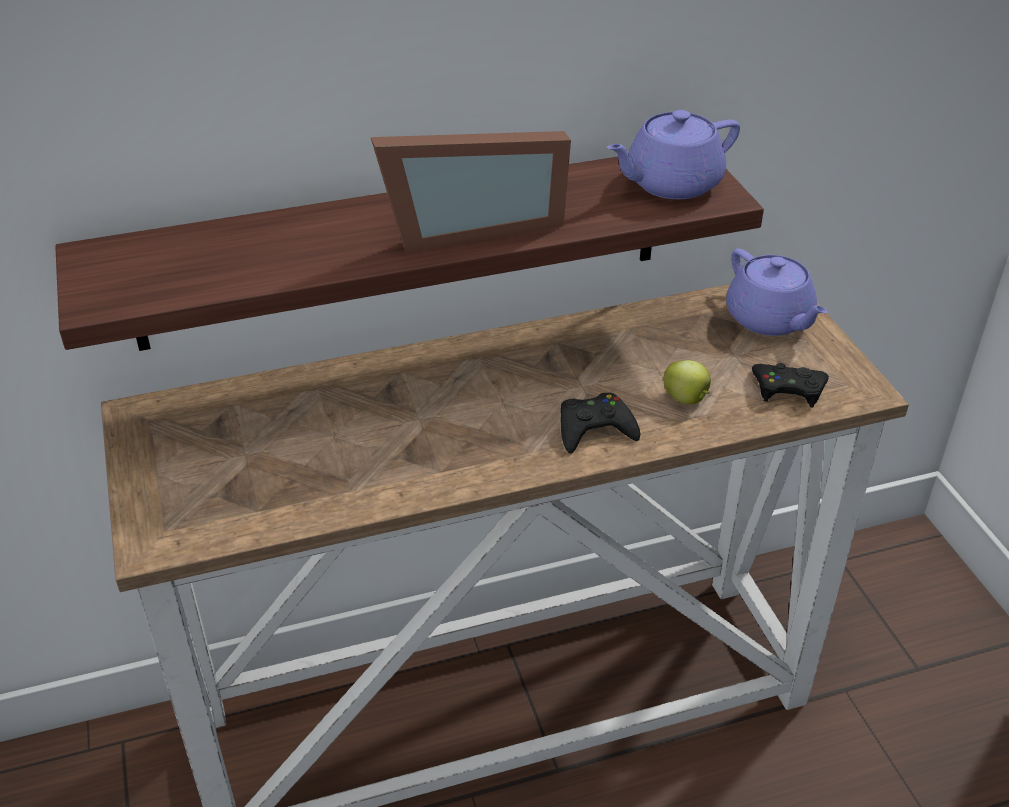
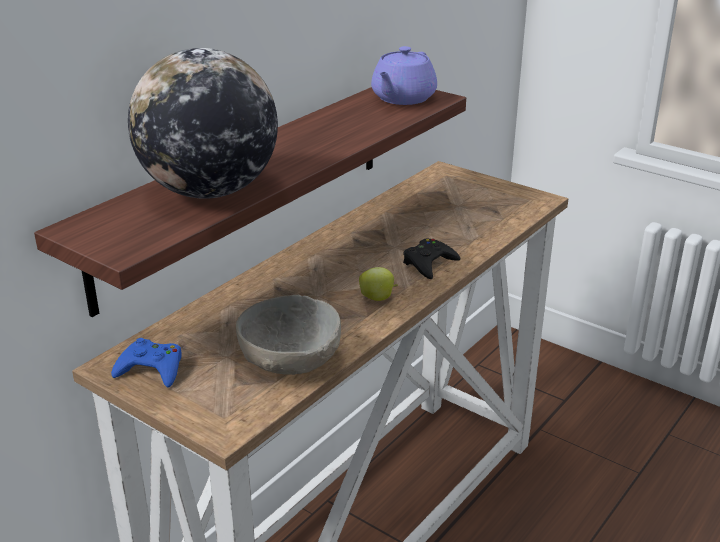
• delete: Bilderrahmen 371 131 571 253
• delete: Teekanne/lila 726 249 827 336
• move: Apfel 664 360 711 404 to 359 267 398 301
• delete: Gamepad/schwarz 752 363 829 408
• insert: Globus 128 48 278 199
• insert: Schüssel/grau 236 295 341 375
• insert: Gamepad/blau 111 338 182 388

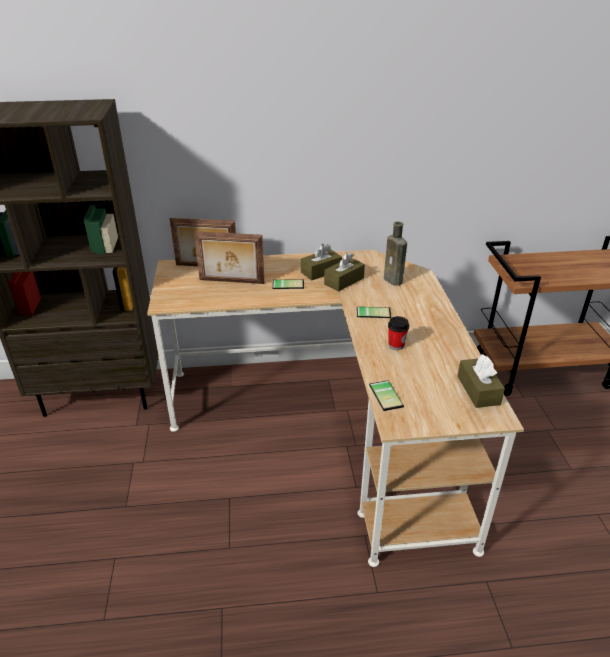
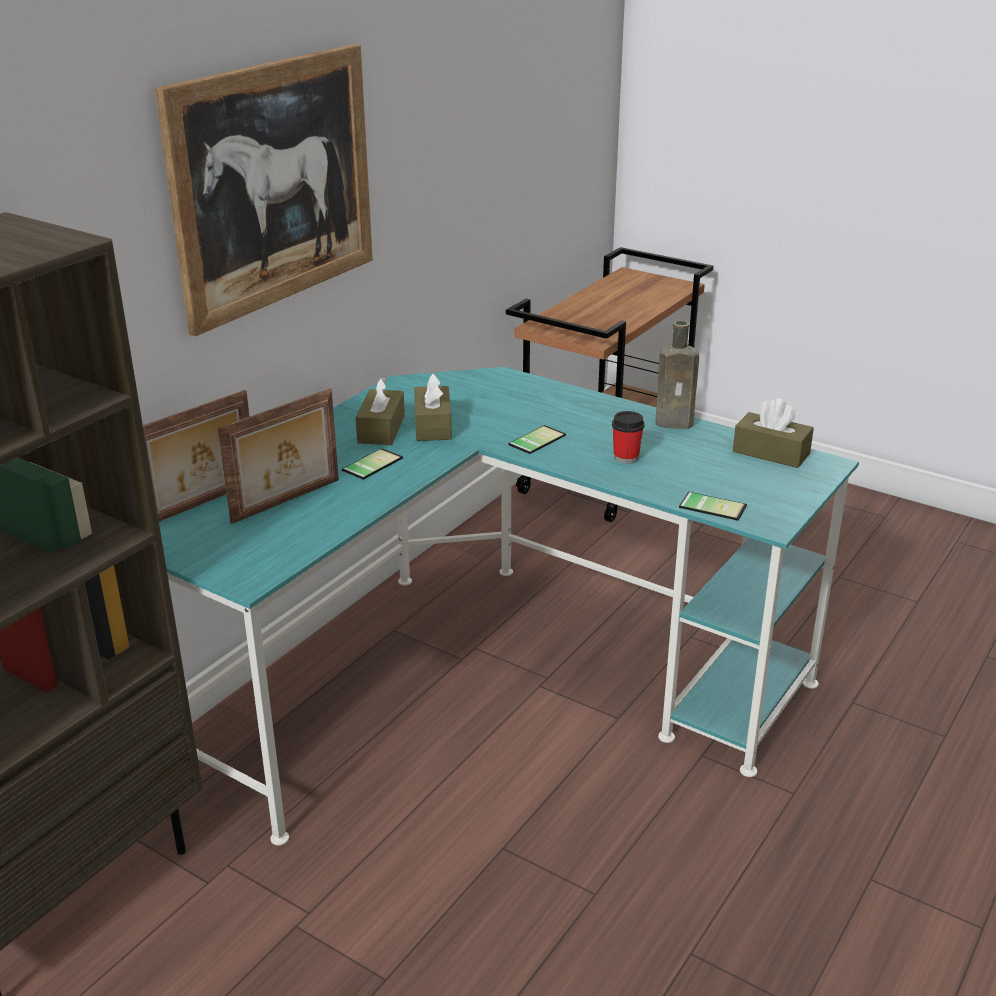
• move: Flasche/braun 384 222 407 286 to 656 320 699 429
• recolor: Schreibtisch/beige 147 250 524 567 to Schreibtisch/türkis 159 367 859 845
• insert: Bild 155 44 373 336

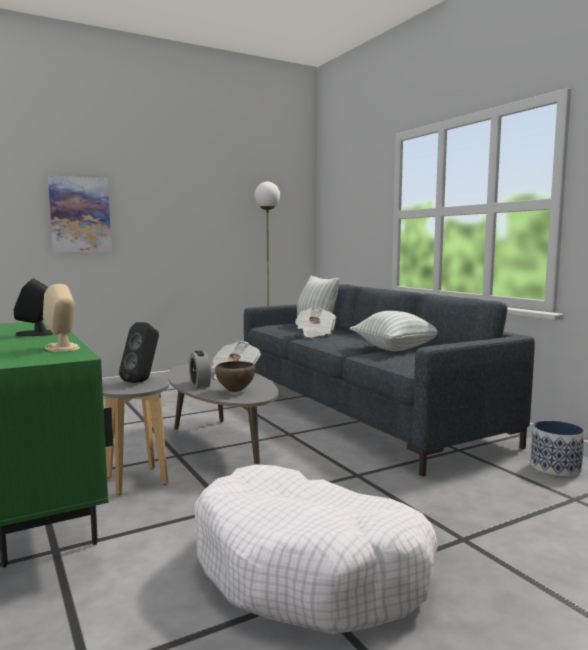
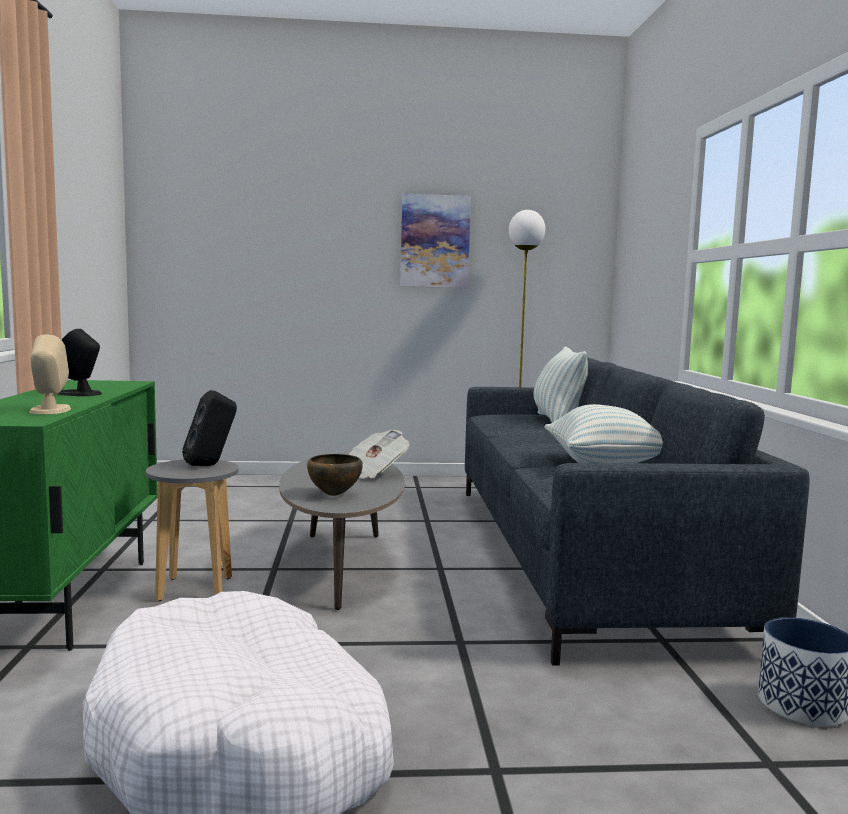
• move: Bild 48 175 111 253 to 400 194 471 288
• delete: Zeitung 295 307 336 337
• delete: Wecker 189 350 211 388

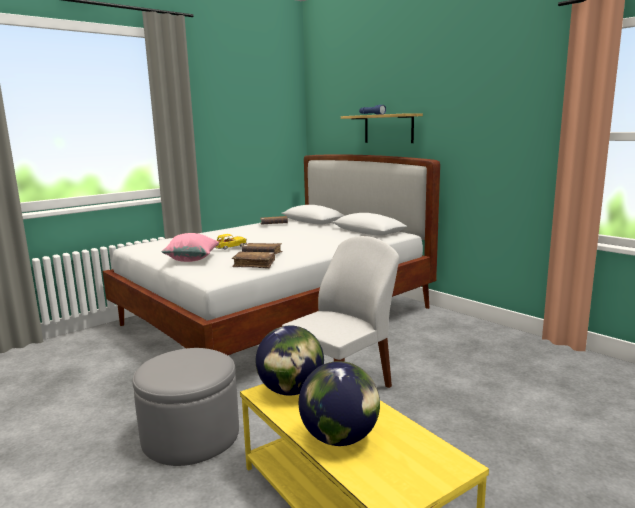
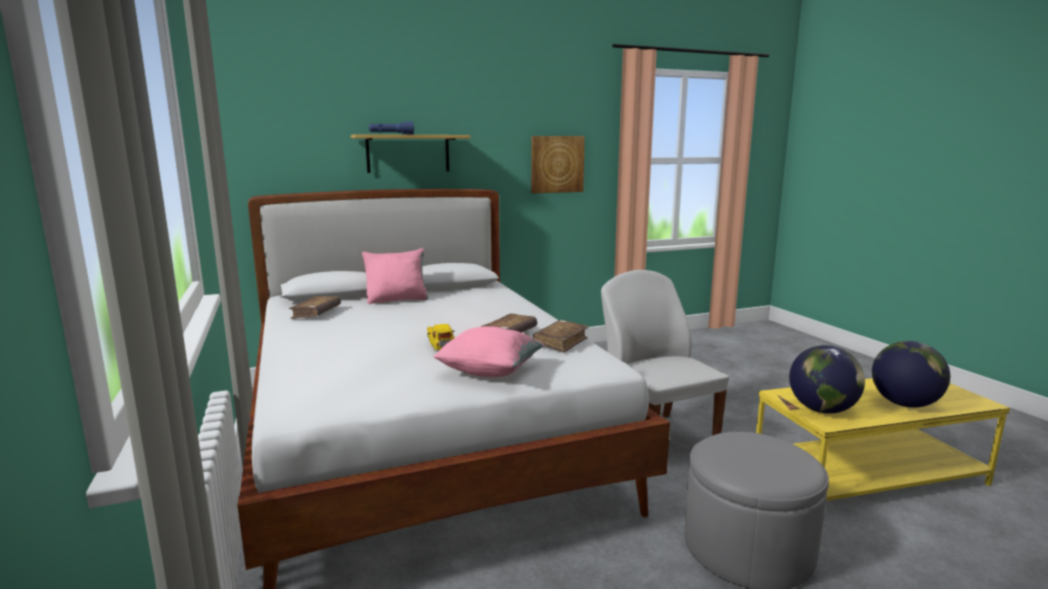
• insert: Bild 531 136 585 193
• insert: Kissen/rosa 362 248 429 304

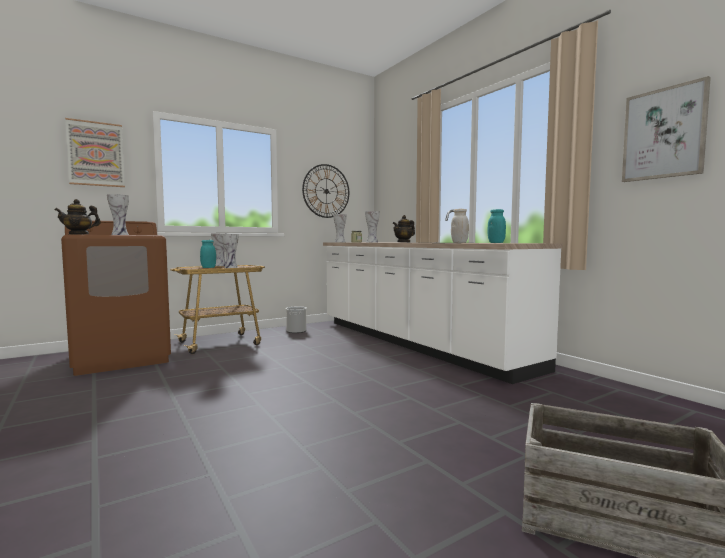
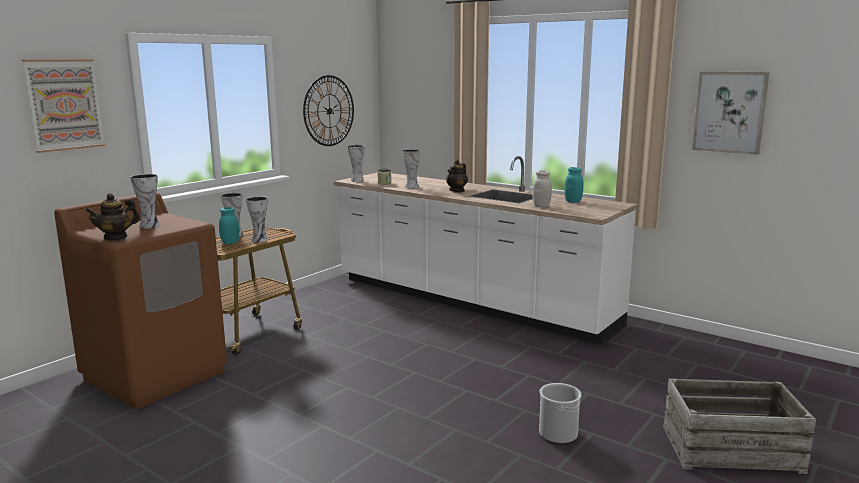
• move: Eimer 286 306 307 333 to 539 383 582 444

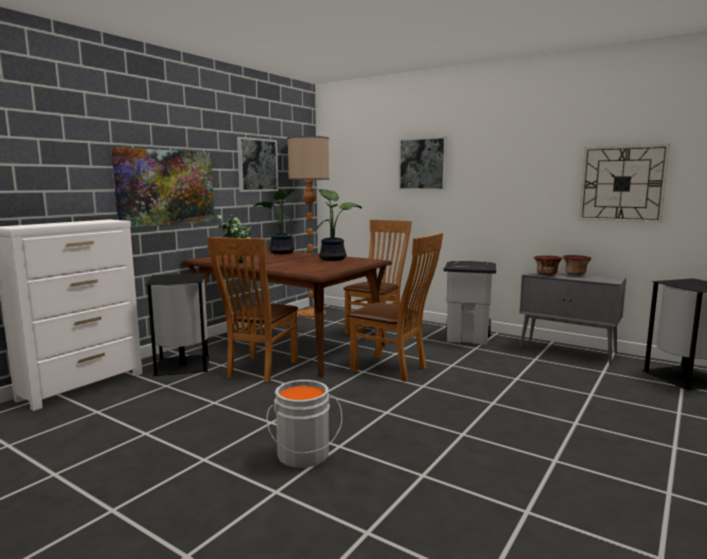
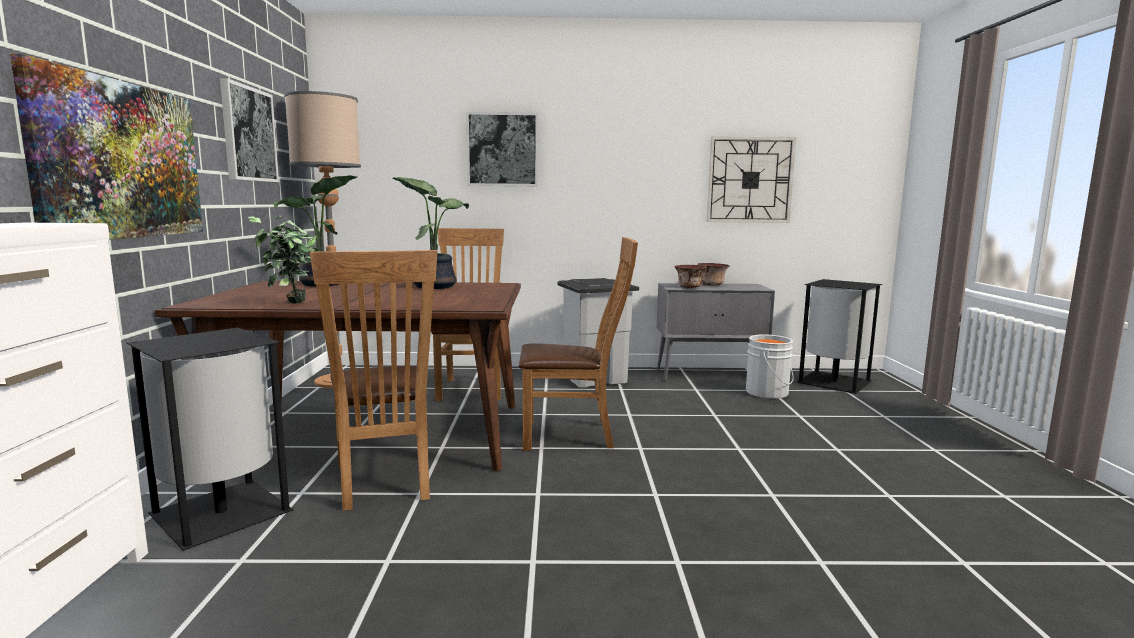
• move: Eimer/grau 266 380 342 468 to 746 334 794 399

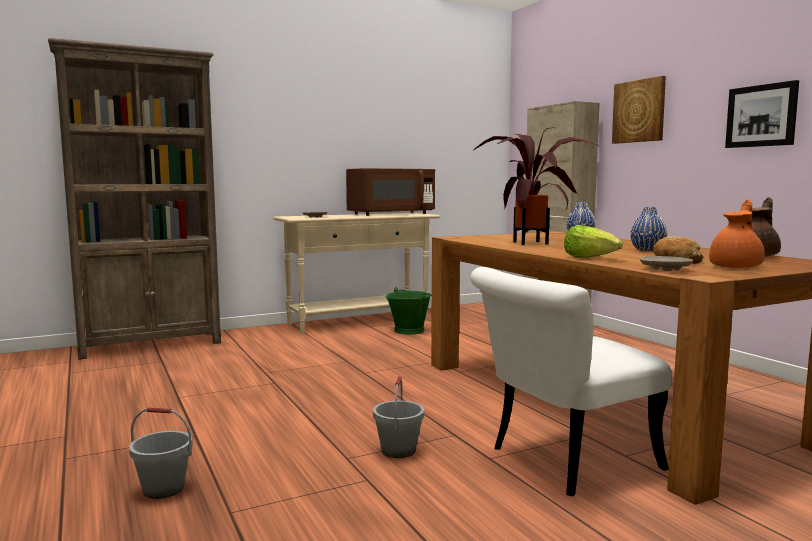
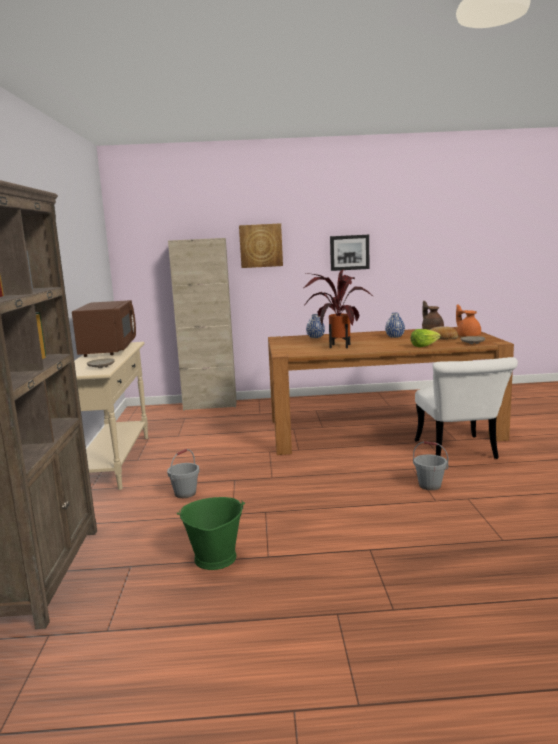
• move: Eimer/grün 386 287 432 335 to 177 497 245 570
• move: Eimer/grau 129 407 193 499 to 167 449 200 498

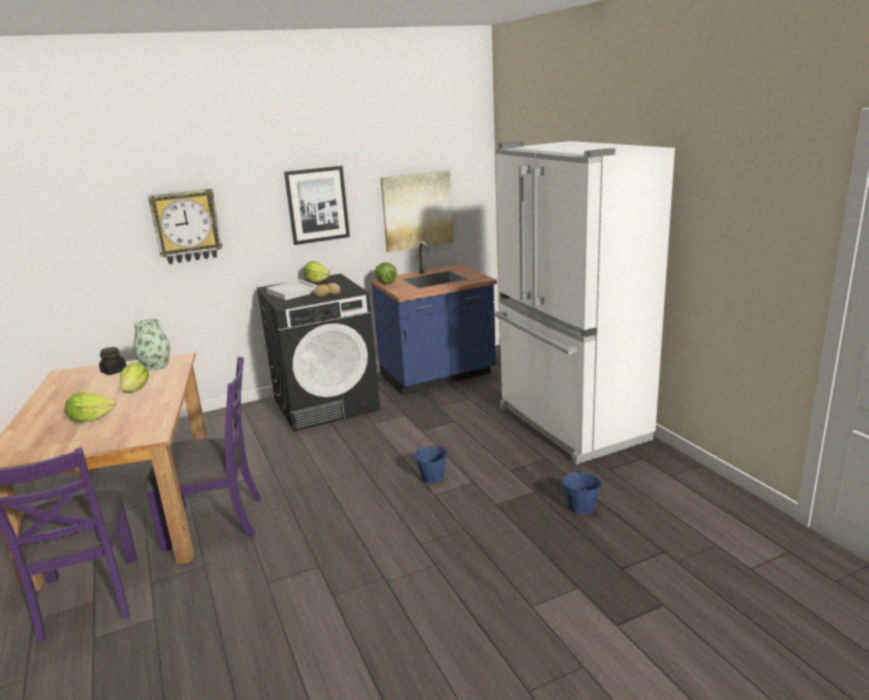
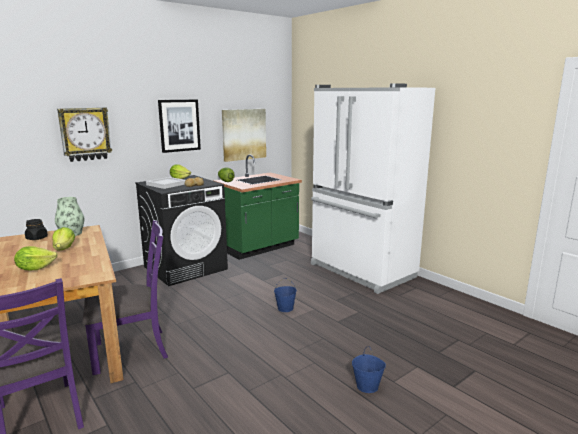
• recolor: Küchenzeile/blau 370 241 497 395 to Küchenzeile/grün 213 155 302 260
• move: Eimer/blau 562 462 602 514 to 352 346 386 393

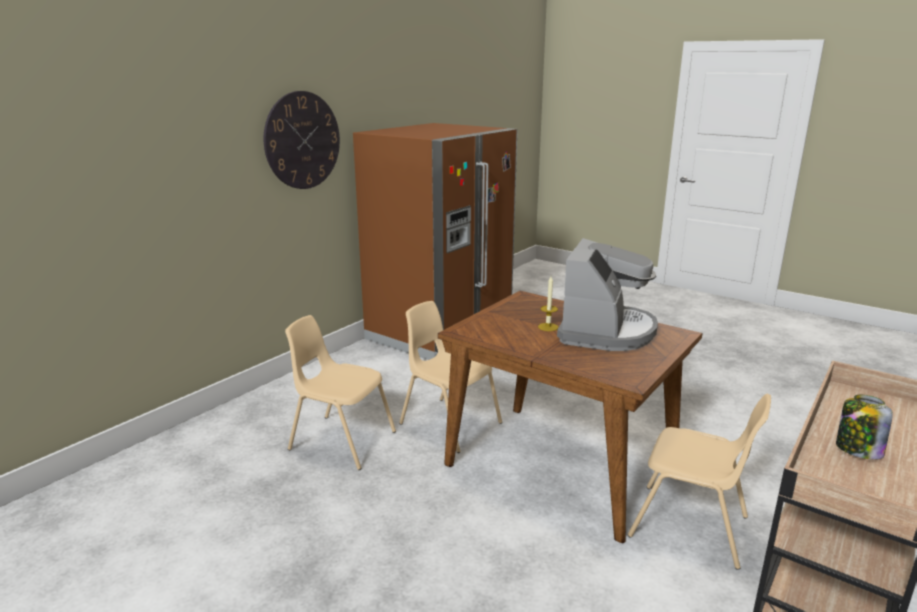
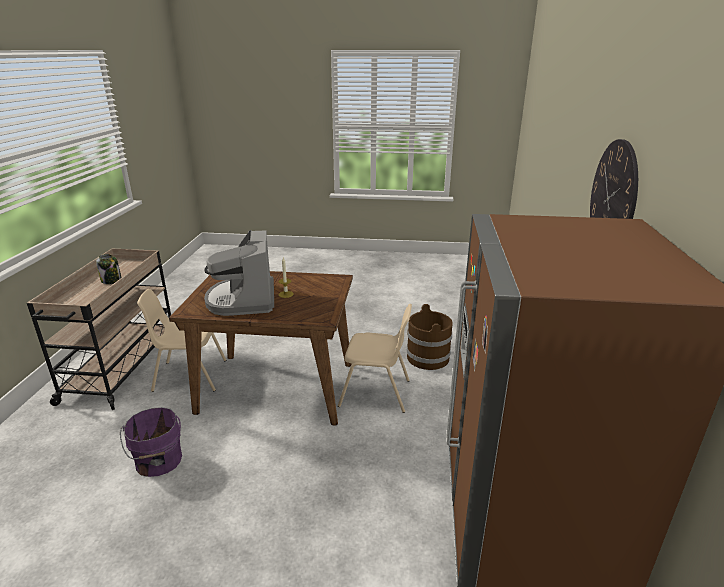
• replace: Stuhl/beige 285 315 396 470 to Eimer/braun 407 304 453 370
• insert: Eimer/lila 120 407 182 477

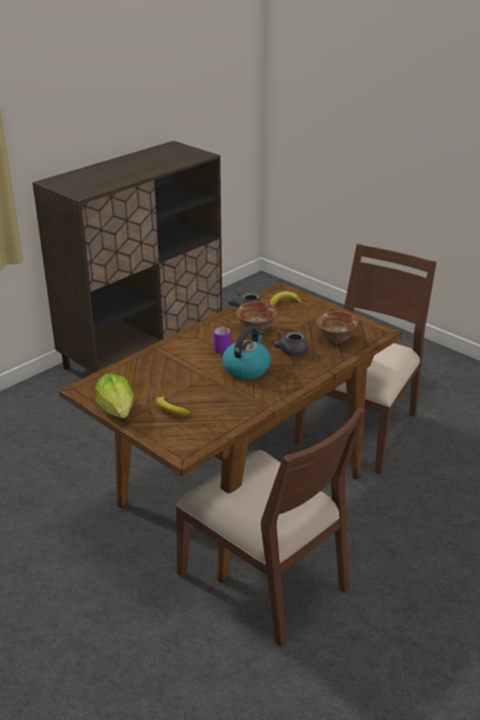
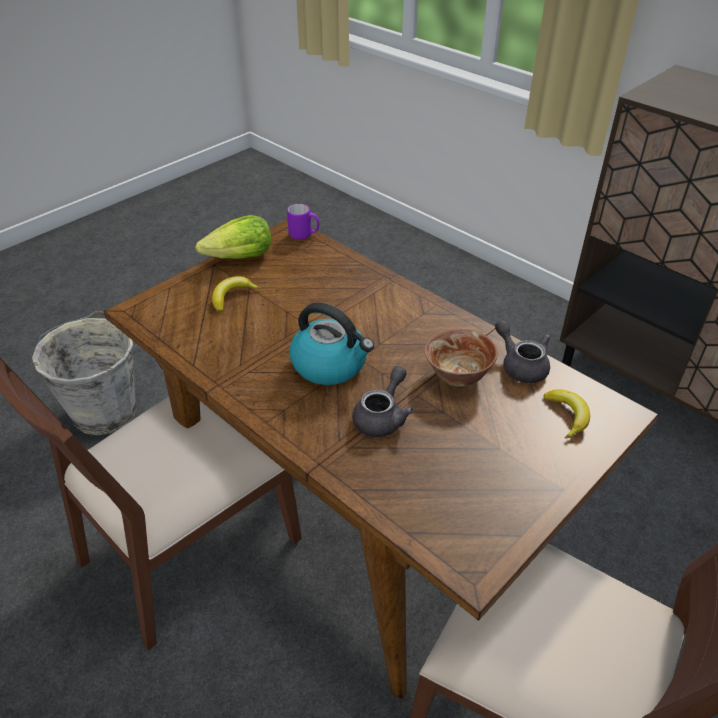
• delete: Schüssel 316 311 358 344
• move: Henkelbecher/lila 213 327 231 354 to 287 204 319 240
• rotate: Teekanne/grau 274 330 308 356 = 352 366 414 437 75 degrees clockwise
• insert: Eimer/grau 32 311 138 435

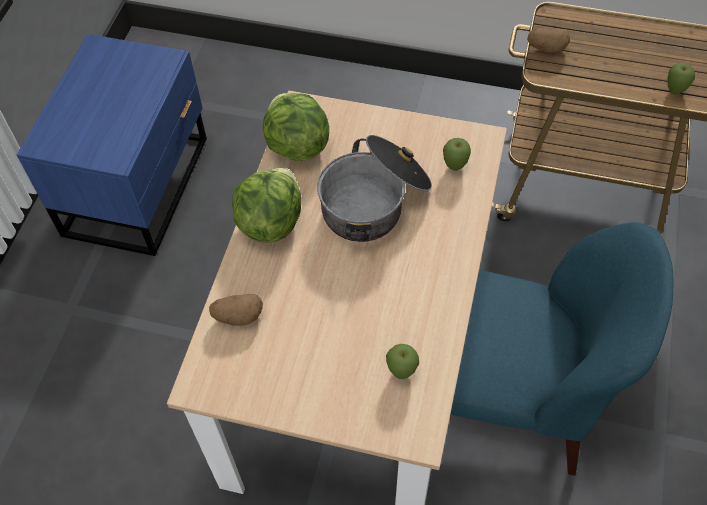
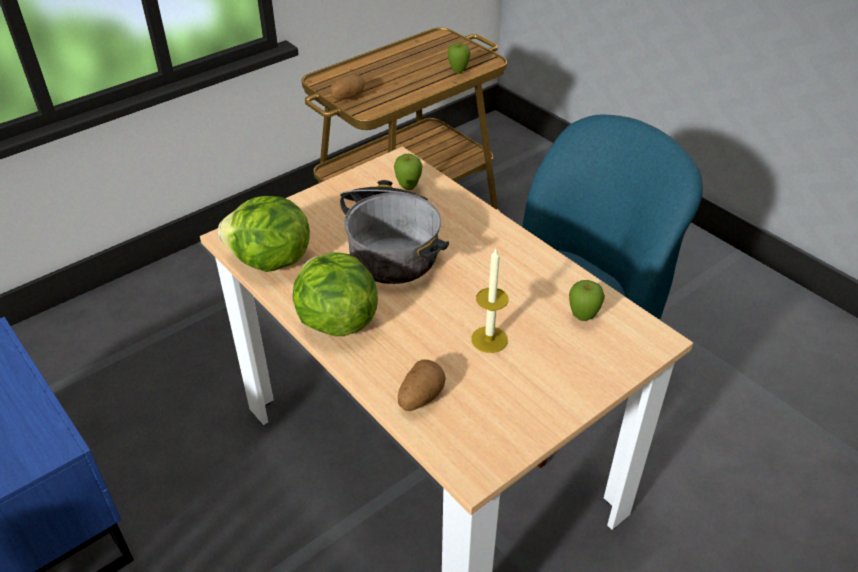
• insert: Kerze 471 249 509 353

